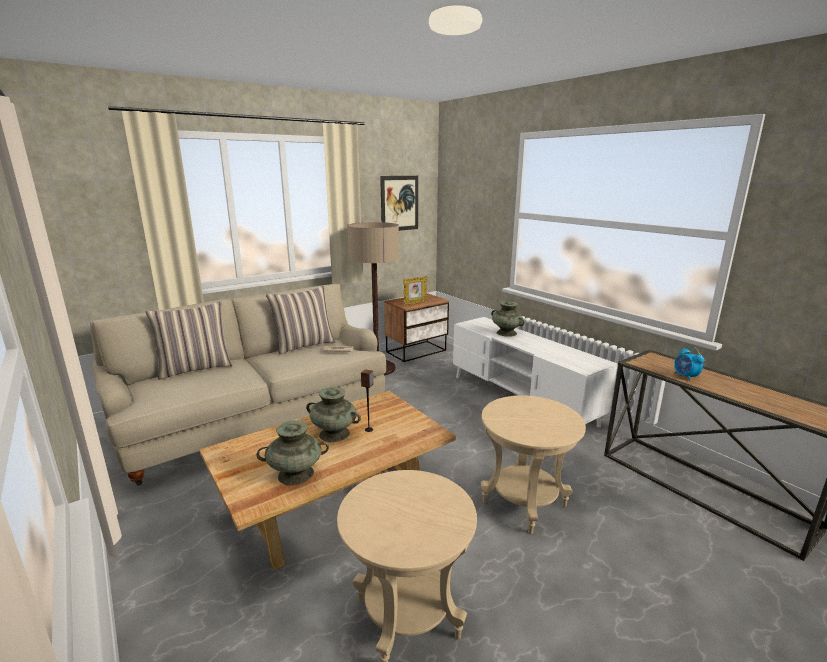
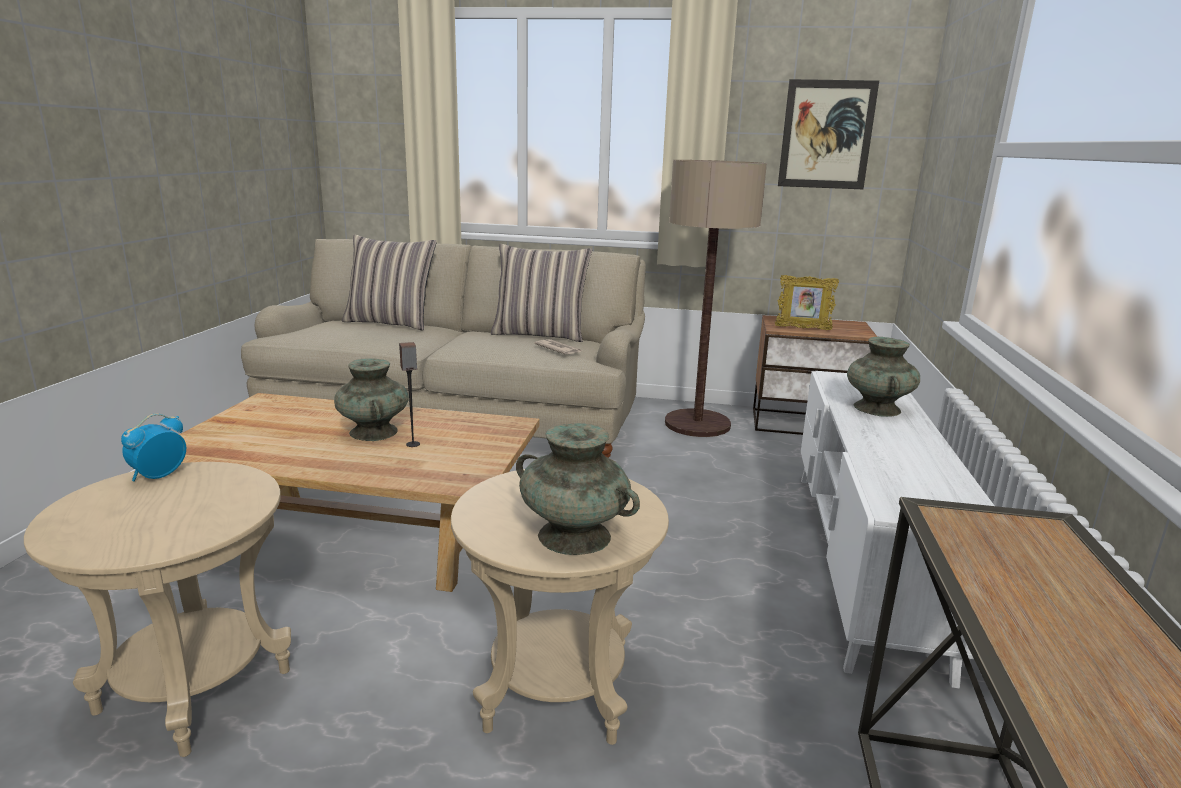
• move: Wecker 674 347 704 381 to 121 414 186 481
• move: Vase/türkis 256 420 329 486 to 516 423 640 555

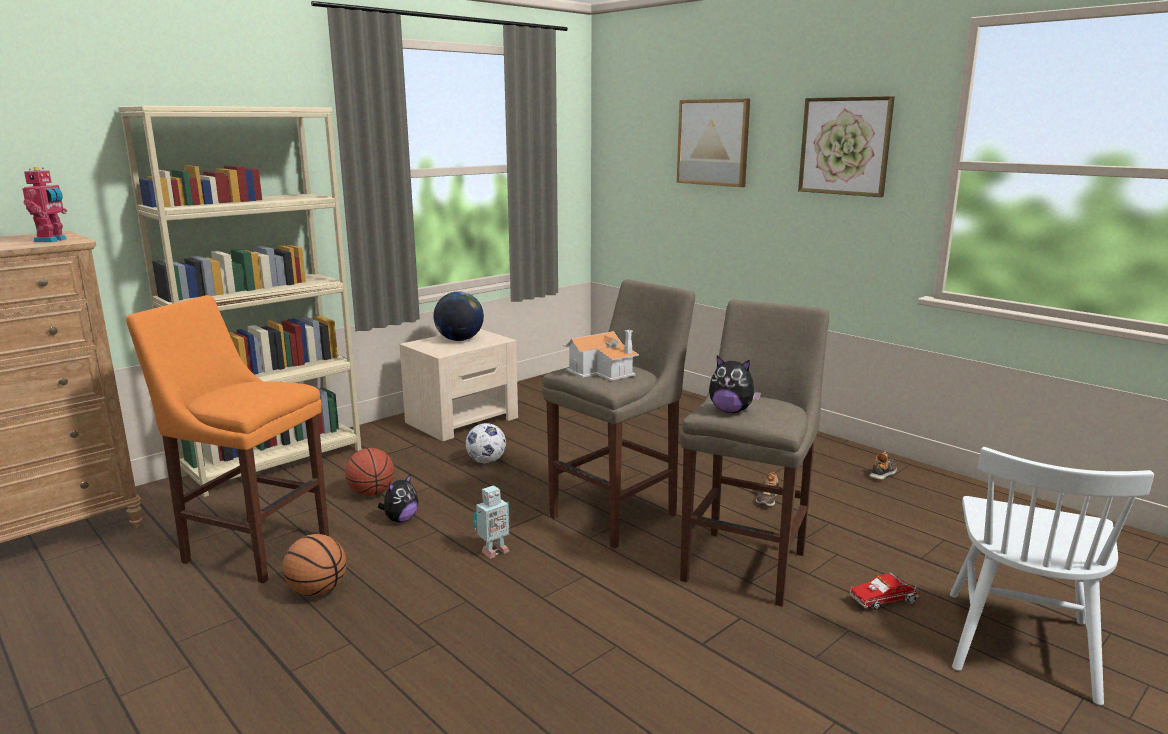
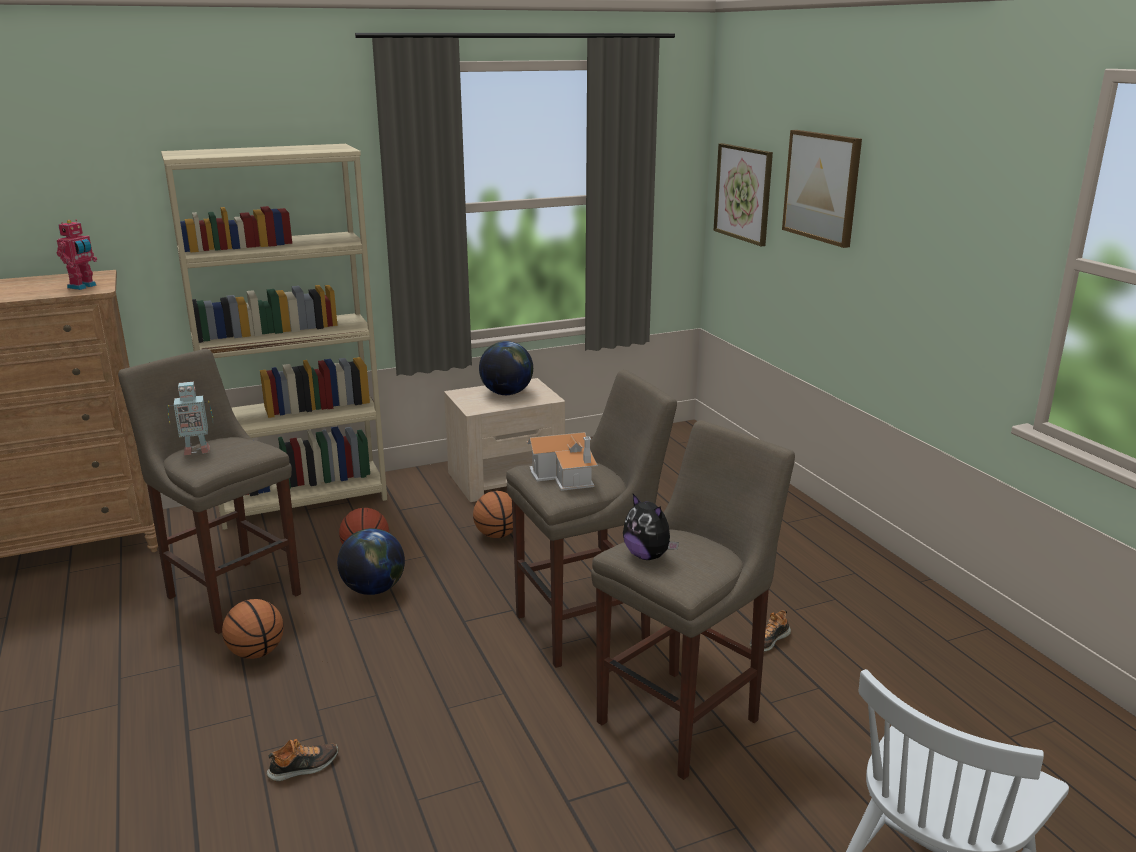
• move: Bild 798 96 895 197 to 713 143 773 246
• recolor: Hocker/orange 126 295 329 583 to Hocker/beige 118 349 301 634
• replace: Fußball 466 423 506 464 to Basketball 473 491 513 538
• move: Schuh 869 452 897 480 to 267 739 338 781
• replace: Plüschtier 378 475 419 523 to Globus 337 528 405 595
• move: Spielzeugroboter 473 485 510 559 to 167 382 213 455
• delete: Spielzeuglaster 850 572 918 610

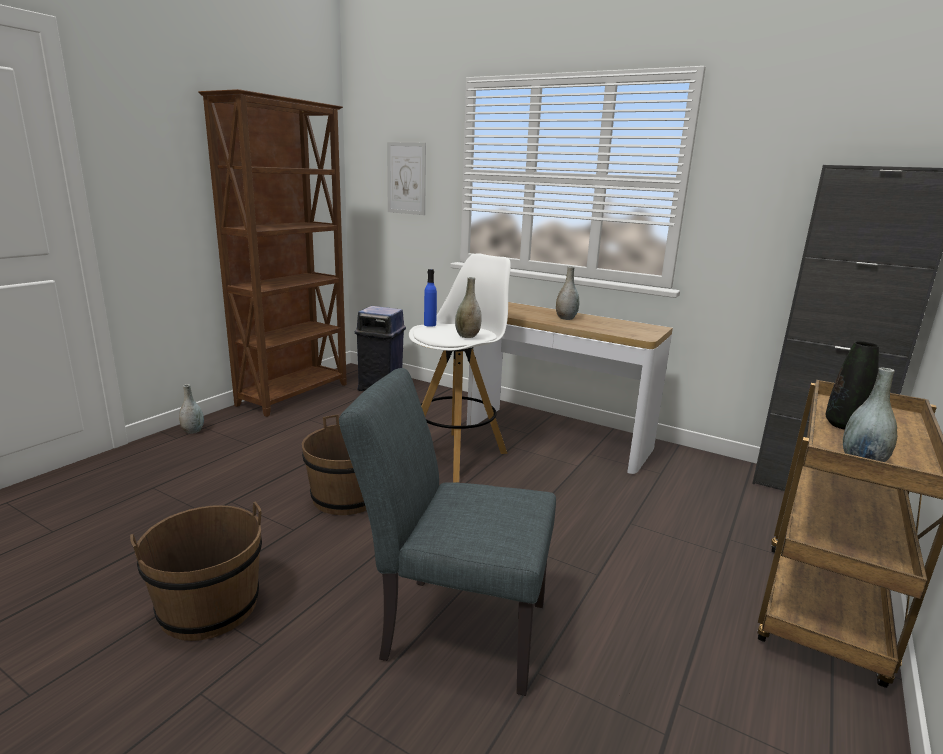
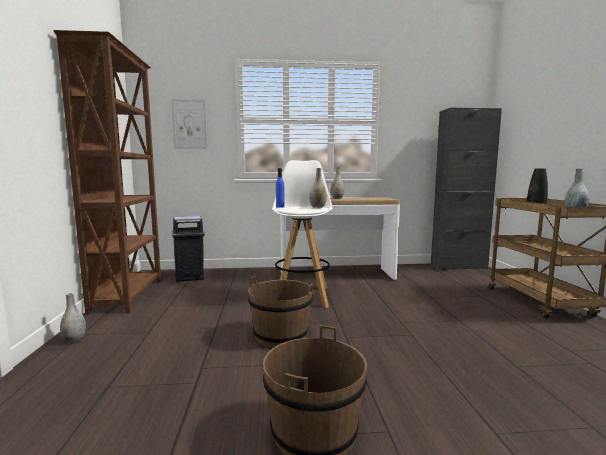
• delete: Stuhl/grau 339 368 556 696

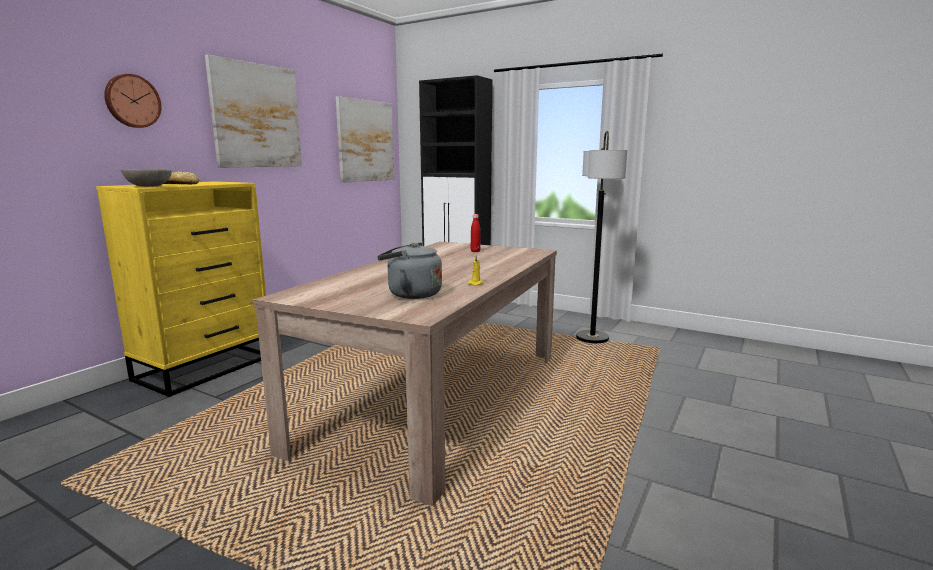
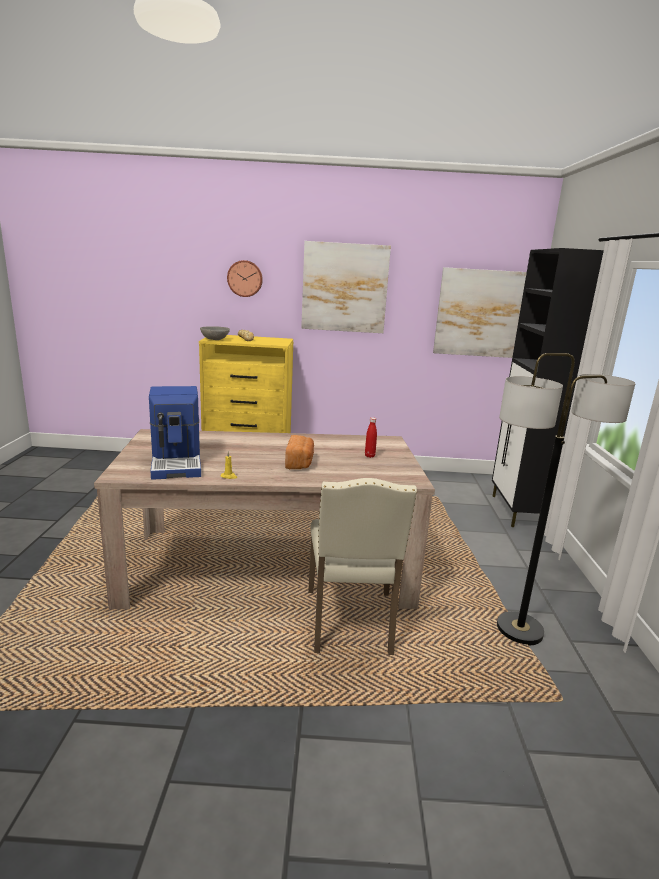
• replace: Wasserkessel/grau 377 242 442 299 to Kaffeemaschine 149 386 201 480
• insert: Brot 285 435 314 469
• insert: Stuhl/beige 308 478 417 655

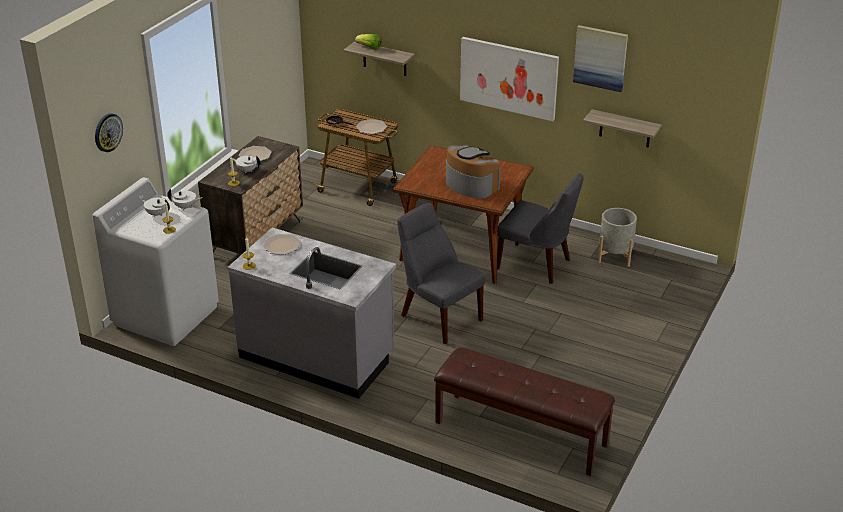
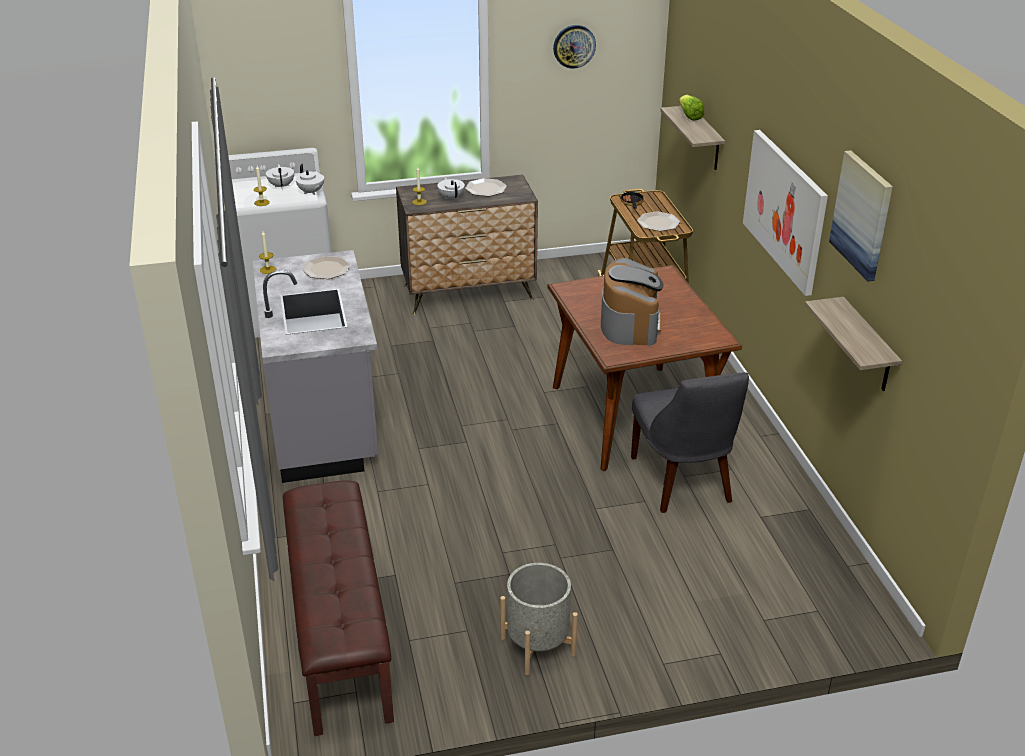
• move: Wanduhr 95 113 123 152 to 553 25 596 69
• delete: Stuhl/grau 397 203 485 344
• move: Pflanzkübel/grau 598 208 637 267 to 500 563 578 675

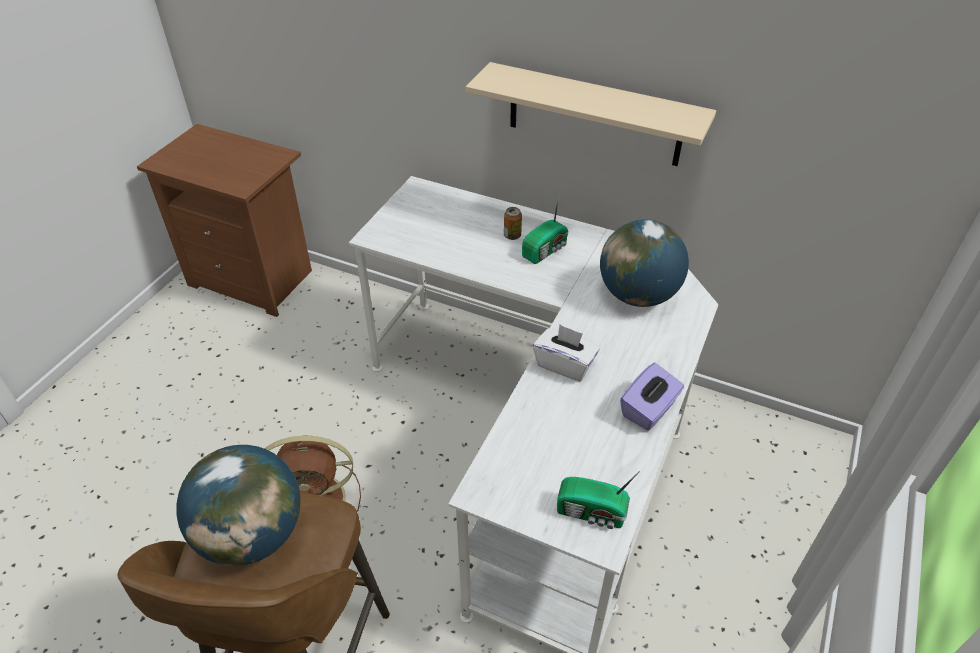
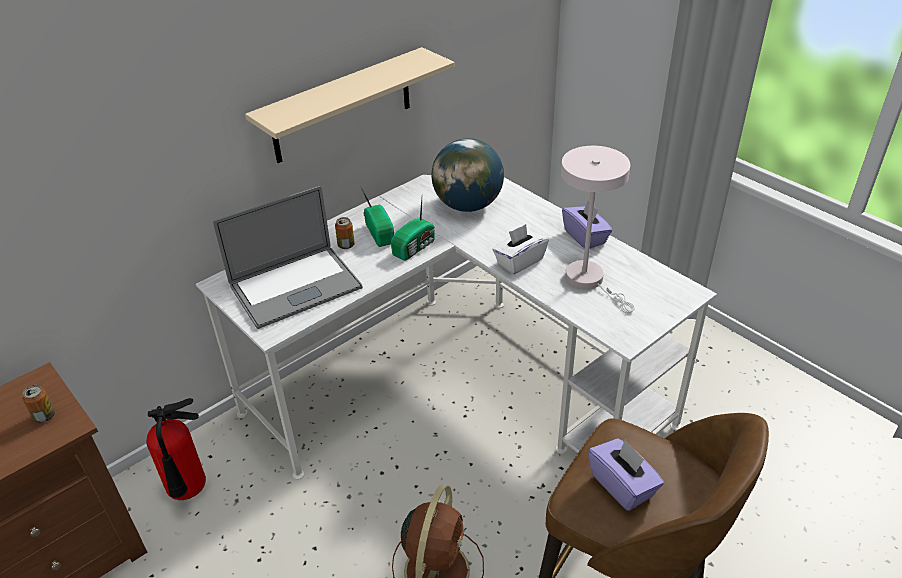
• replace: Globus 176 445 301 566 to Taschentuchbox/lila 588 438 664 511
• move: Radio 557 471 640 529 to 391 199 435 261
• insert: Tischlampe/weiß 561 146 635 313
• insert: Laptop 213 186 363 329
• insert: Dose 22 385 55 423
• insert: Feuerlöscher 146 398 206 500

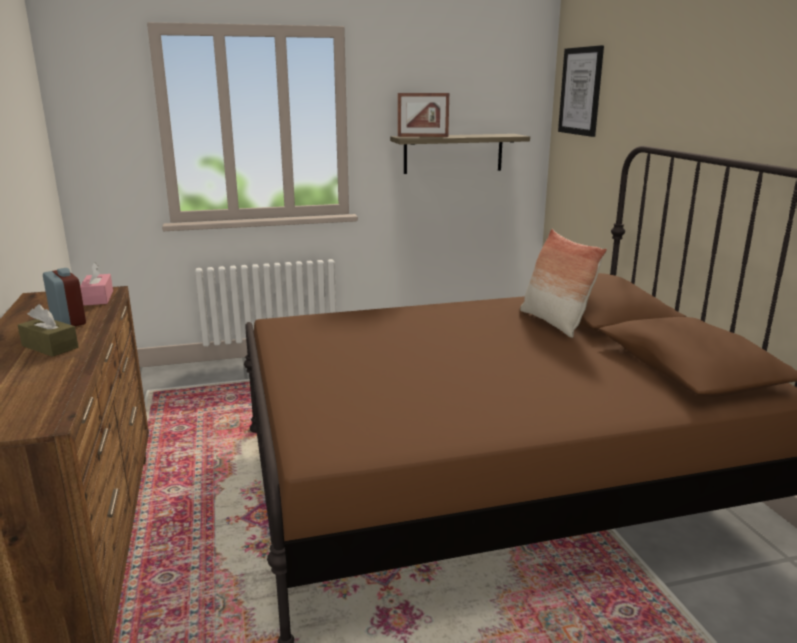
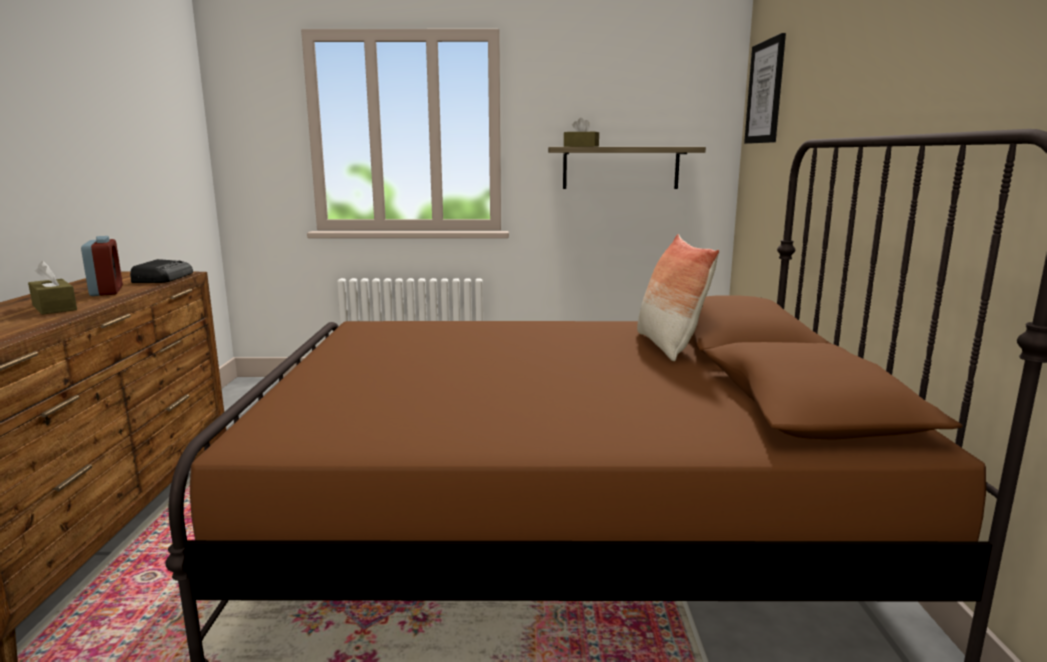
• replace: Bilderrahmen 398 93 449 137 to Taschentuchbox/braun 564 118 599 147
• replace: Taschentuchbox/rosa 80 262 113 306 to Radio 130 259 193 283

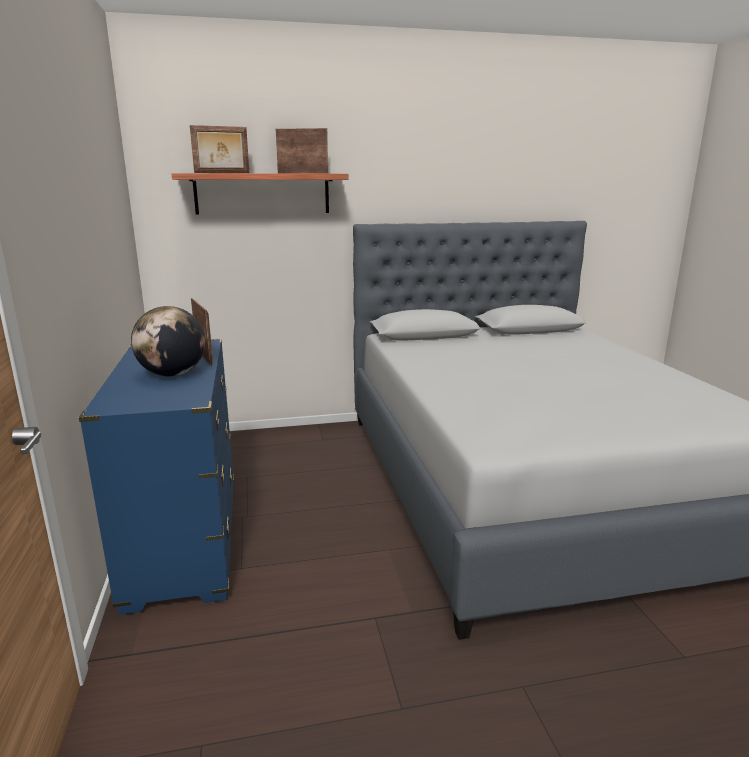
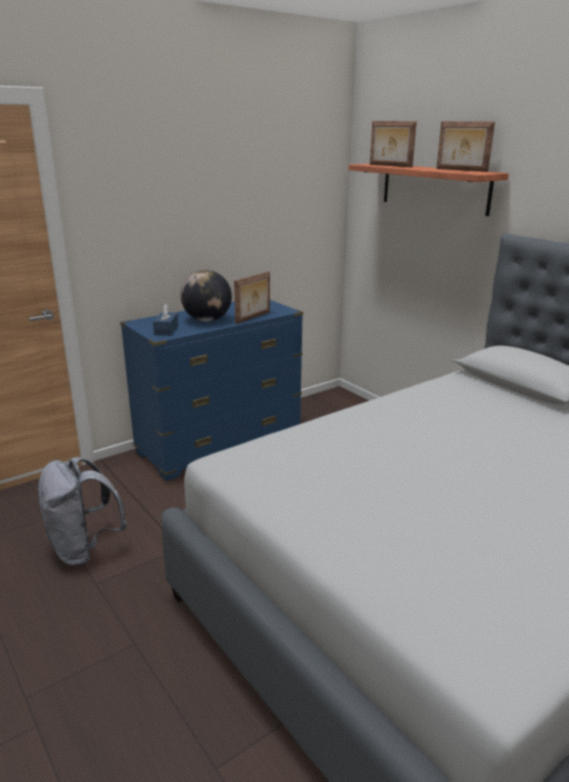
• rotate: Bilderrahmen 276 128 328 174 = 436 121 495 172 150 degrees clockwise
• insert: Taschentuchbox/blau 153 304 178 336
• insert: Rucksack/grau 38 457 127 566

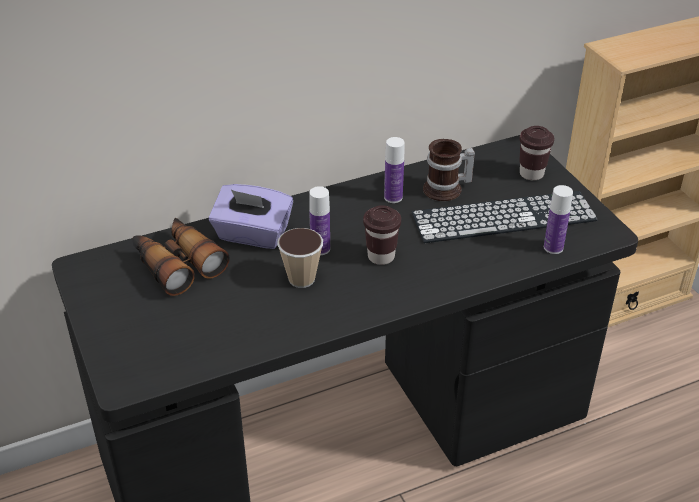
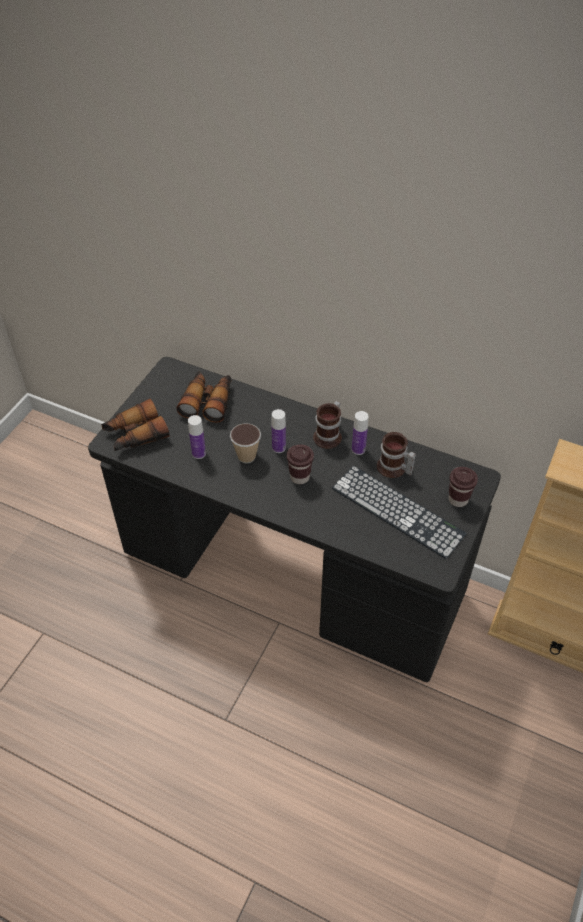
• delete: Taschentuchbox/lila 209 184 293 249
• move: Flasche 544 185 573 254 to 188 415 206 459
• insert: Fernglas 101 399 170 451
• insert: Henkelbecher 313 401 342 449

